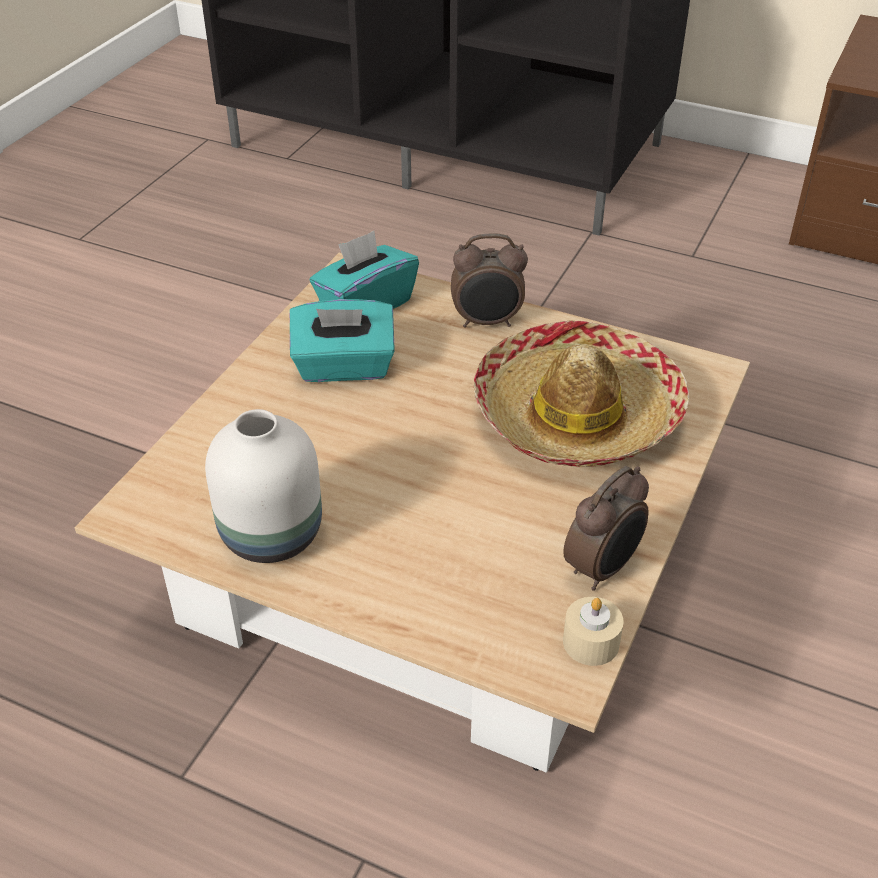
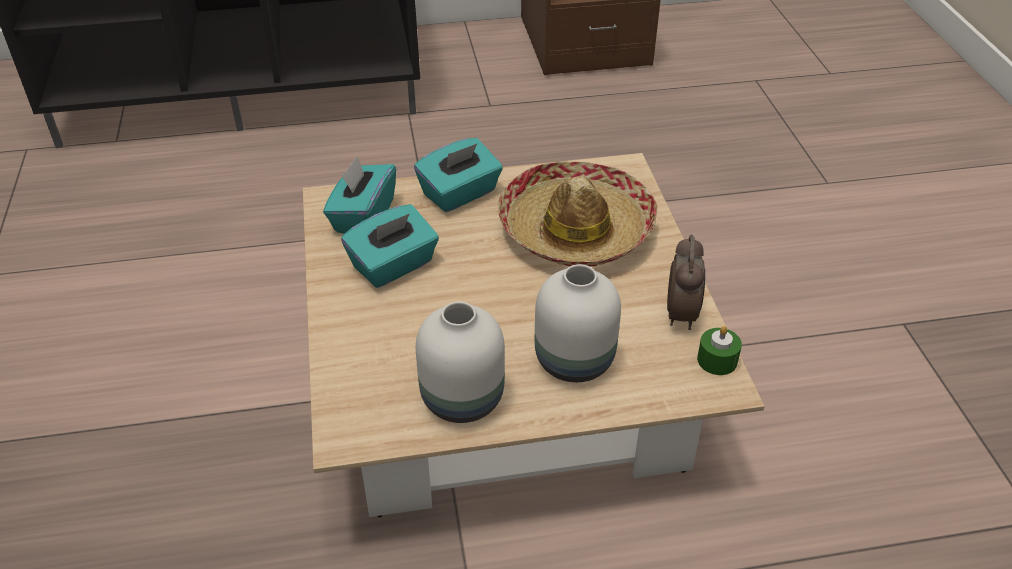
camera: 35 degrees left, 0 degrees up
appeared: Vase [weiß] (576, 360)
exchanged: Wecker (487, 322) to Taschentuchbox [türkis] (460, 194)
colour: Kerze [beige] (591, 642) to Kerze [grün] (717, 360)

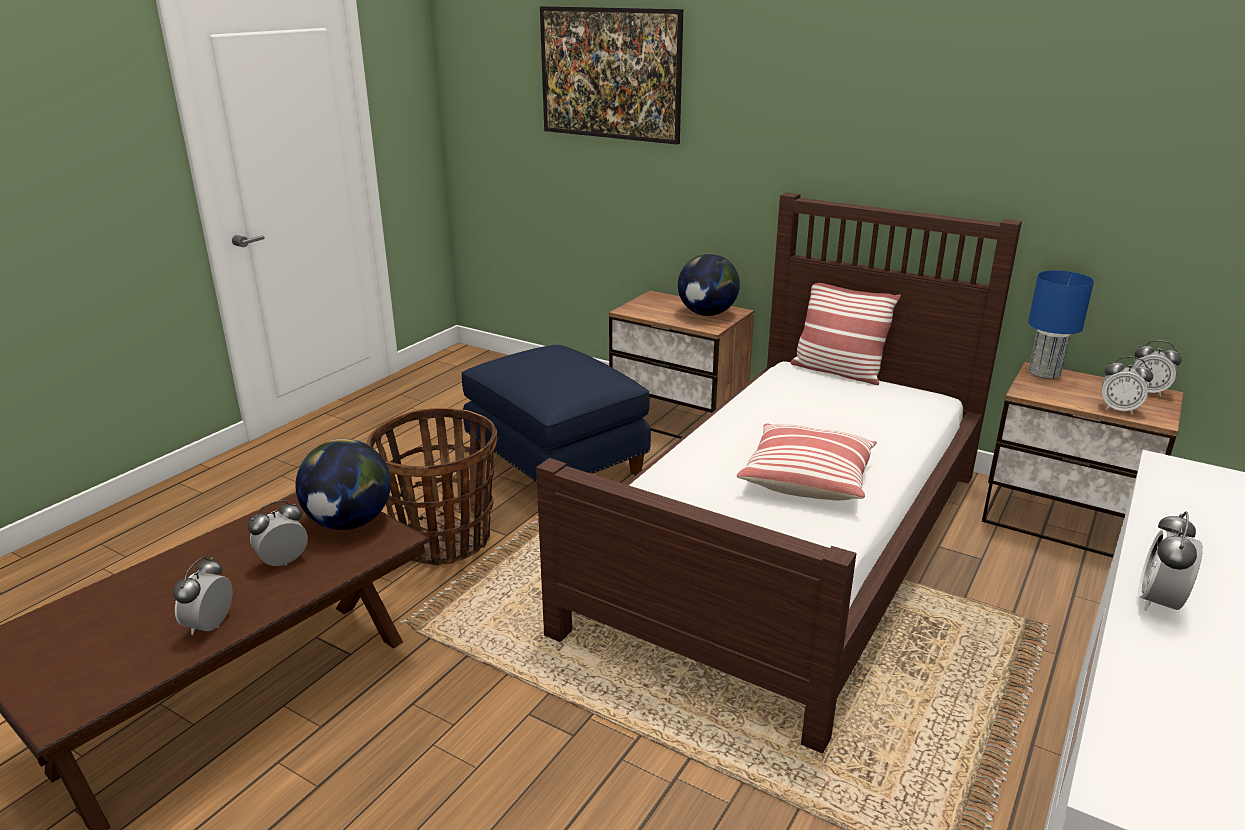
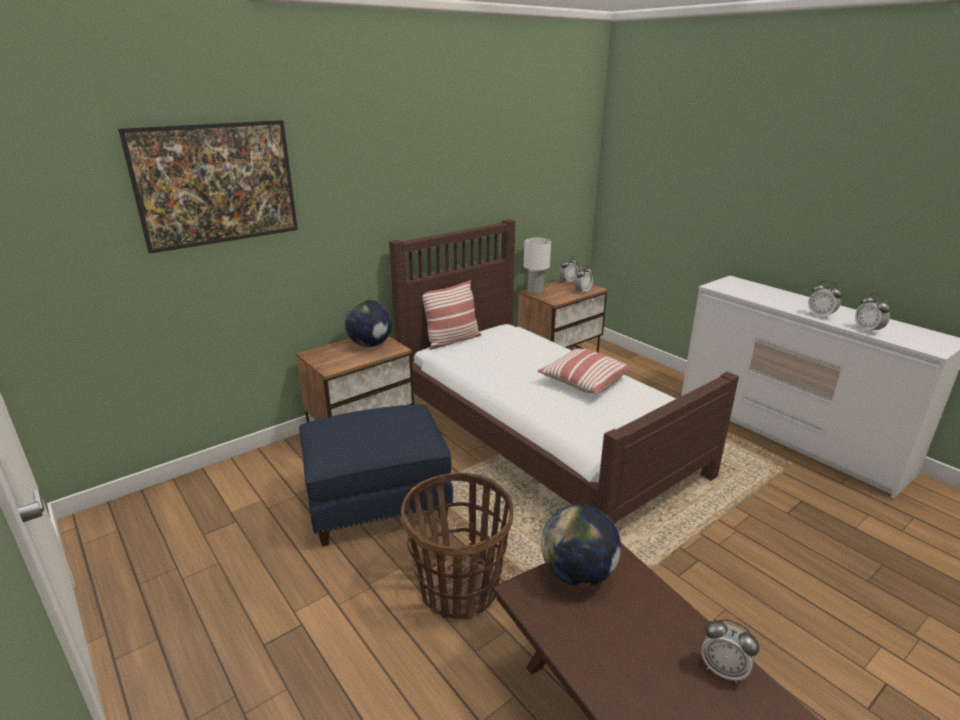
camera: 70 degrees left, 0 degrees up
relocated: Wecker (283, 562) to (867, 330)
colour: Tischlampe [blau] (1045, 373) to Tischlampe [weiß] (535, 291)

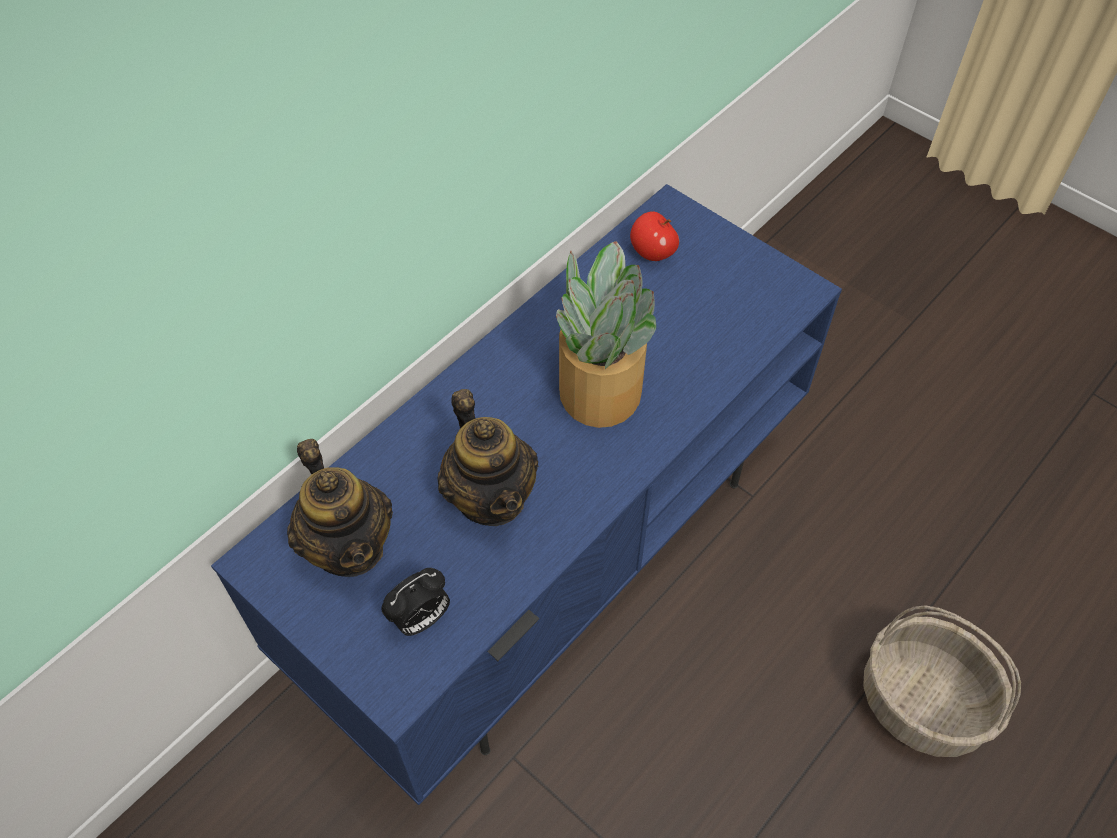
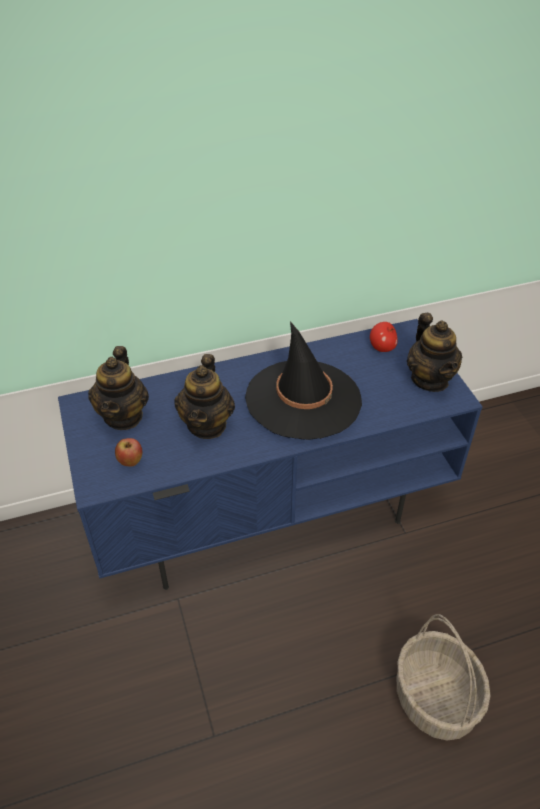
camera: 30 degrees right, 10 degrees down
appeared: Teekanne (430, 379)
exchanged: Wecker (420, 619) to Apfel (131, 462); Topfpflanze (601, 388) to Hut [schwarz] (303, 399)

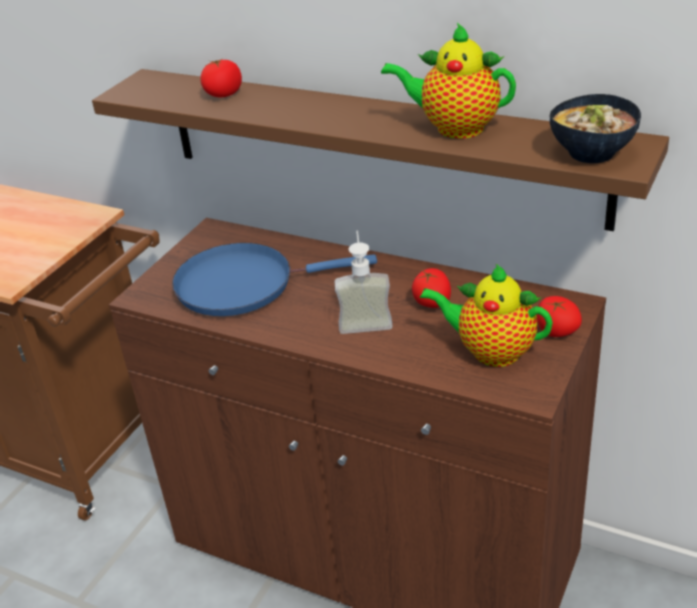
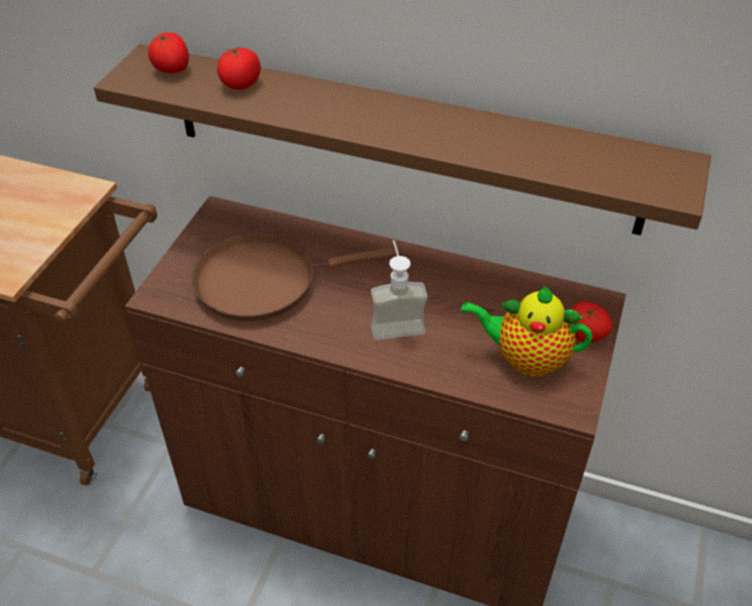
camera: 10 degrees left, 10 degrees up
missing: Teekanne (454, 128); Schüssel (593, 153)
relocated: Tomate (432, 302) to (172, 69)
colour: Pfanne [blau] (243, 284) to Pfanne [braun] (264, 280)

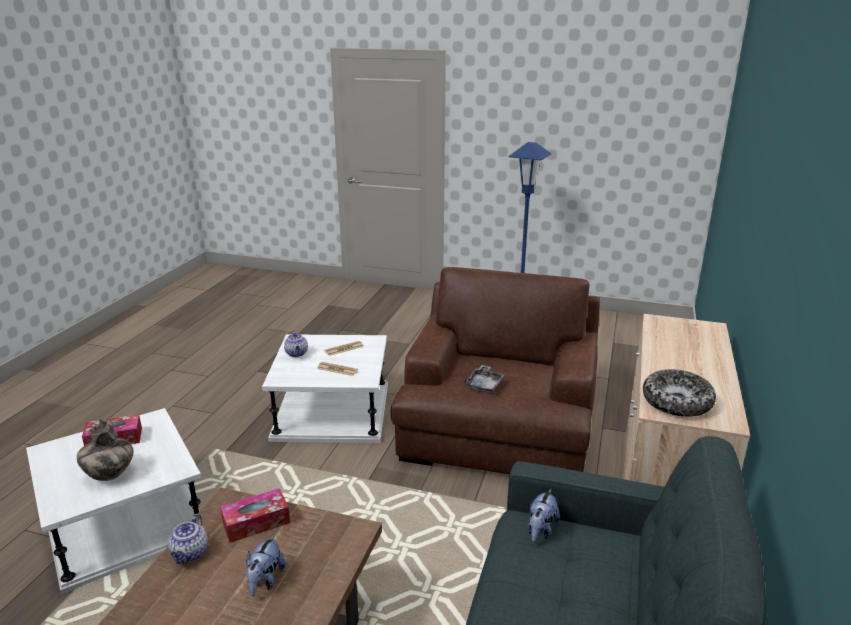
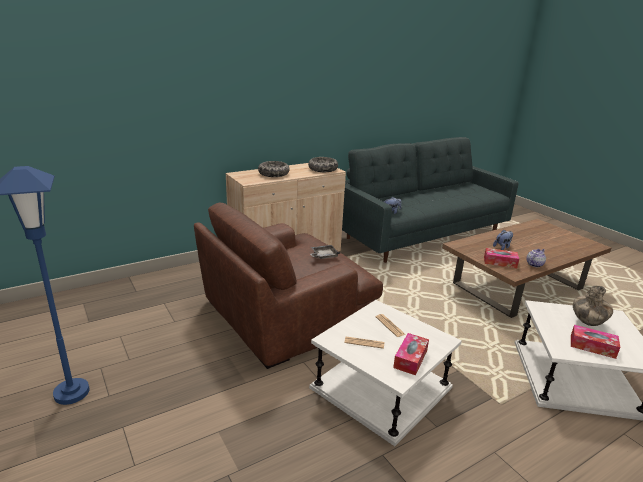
camera: 140 degrees left, 0 degrees up
appeared: Schüssel (273, 174)
exchanged: Teekanne (297, 354) to Taschentuchbox (410, 359)

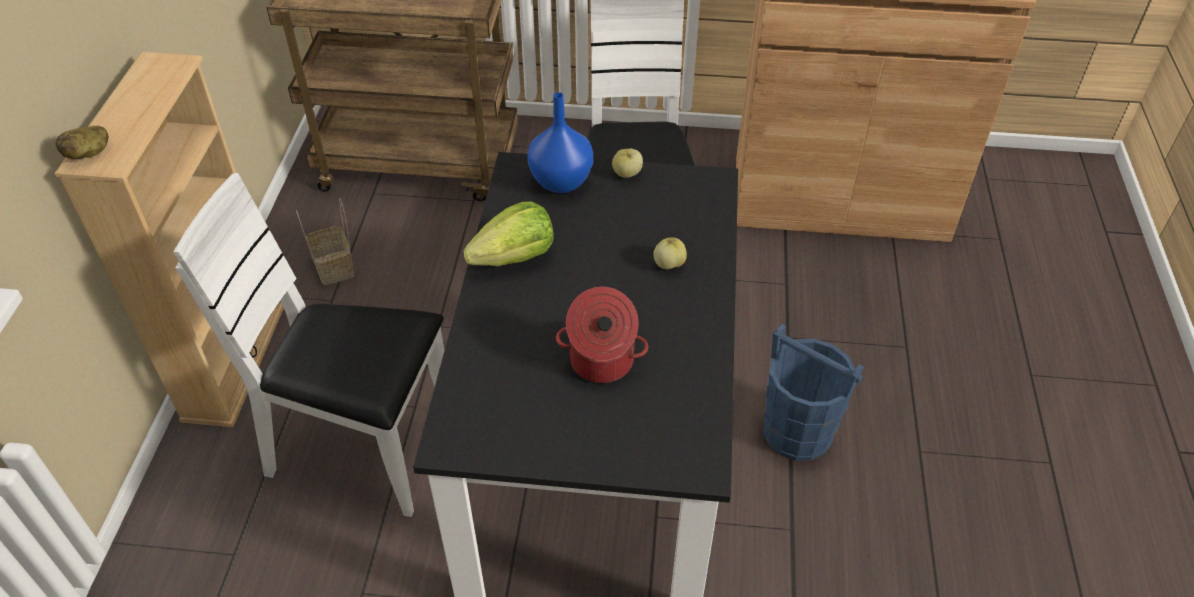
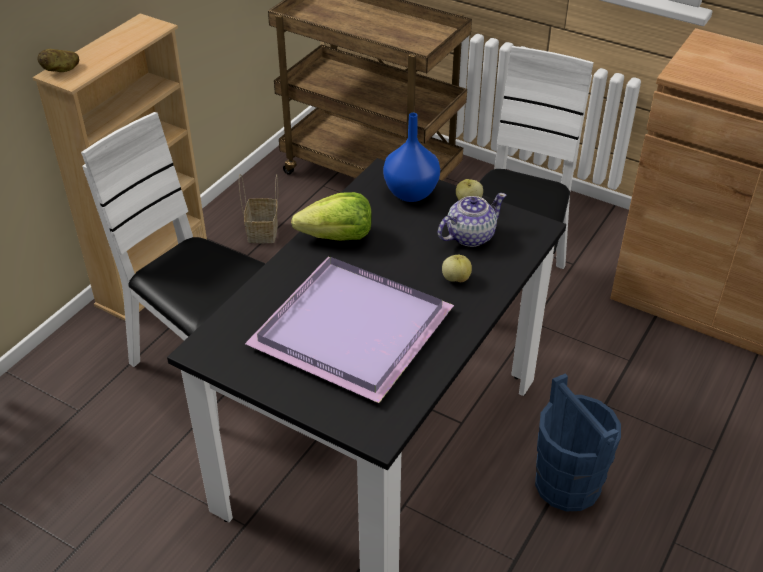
camera: 25 degrees right, 5 degrees down
appeared: Teekanne (469, 236)
exchanged: Kochtopf (601, 362) to Tablett [lila] (352, 332)

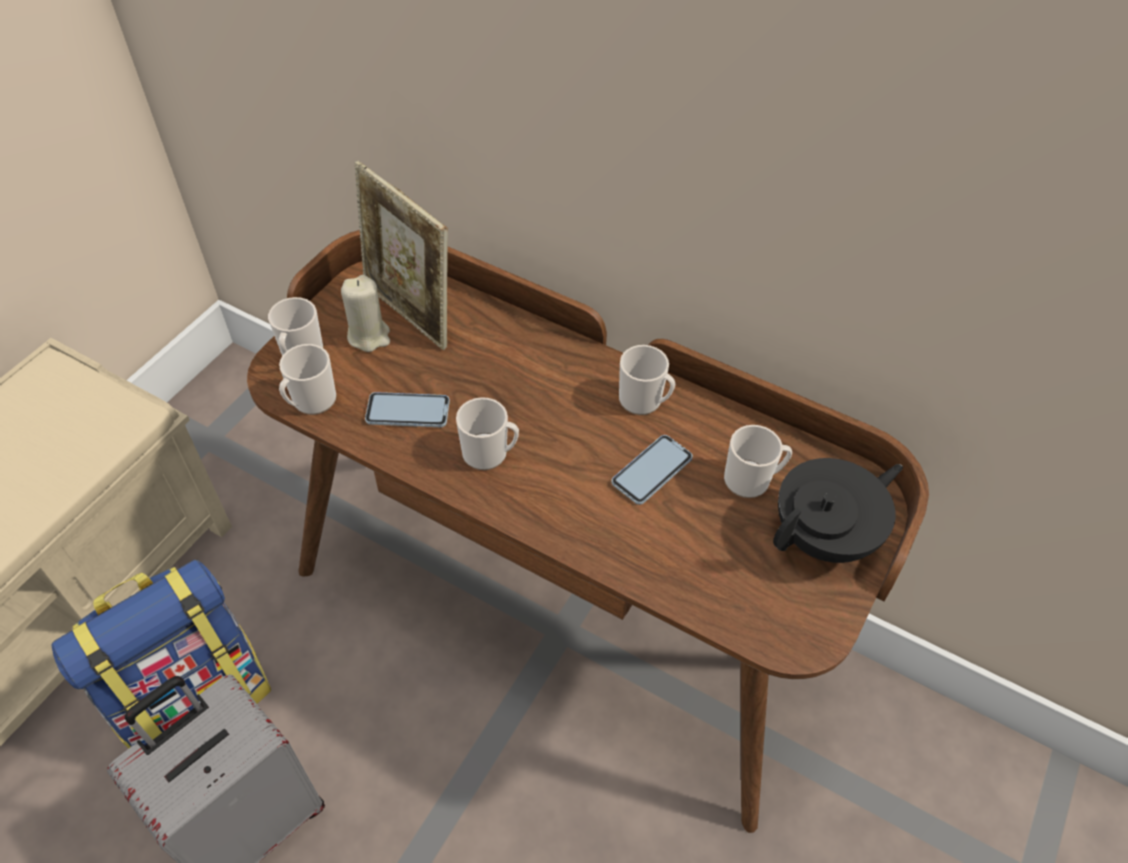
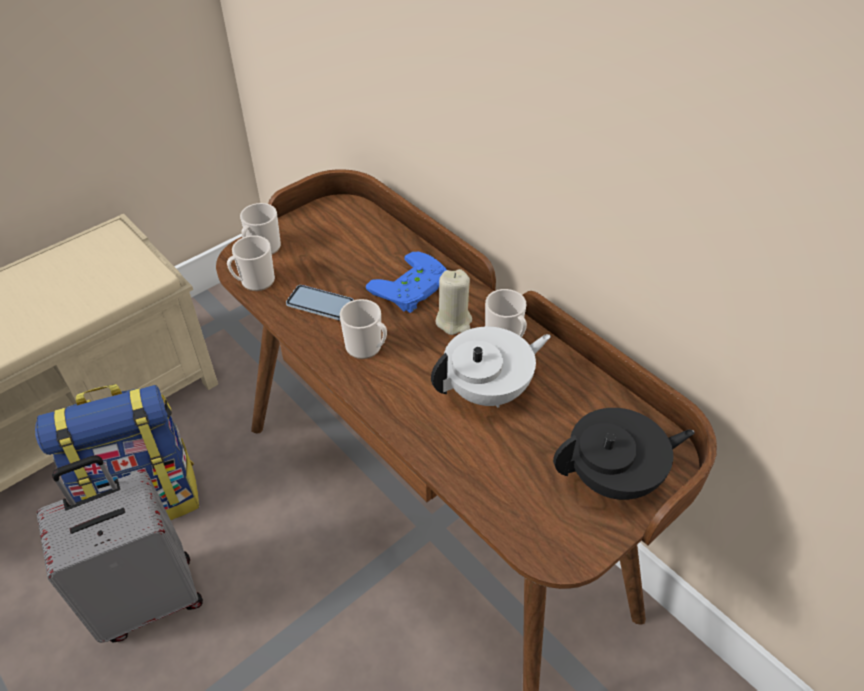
camera: 20 degrees right, 5 degrees down
missing: Bilderrahmen (410, 314); Henkelbecher (752, 480)
appeared: Gamepad [blau] (413, 289)
relocated: Kerze [beige] (369, 336) to (454, 321)
exchanged: Handy (652, 470) to Teekanne [weiß] (488, 390)

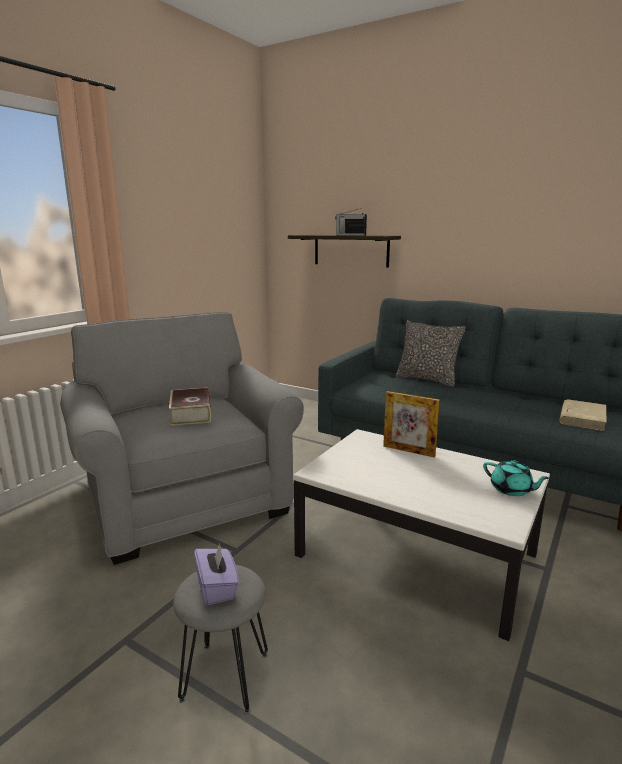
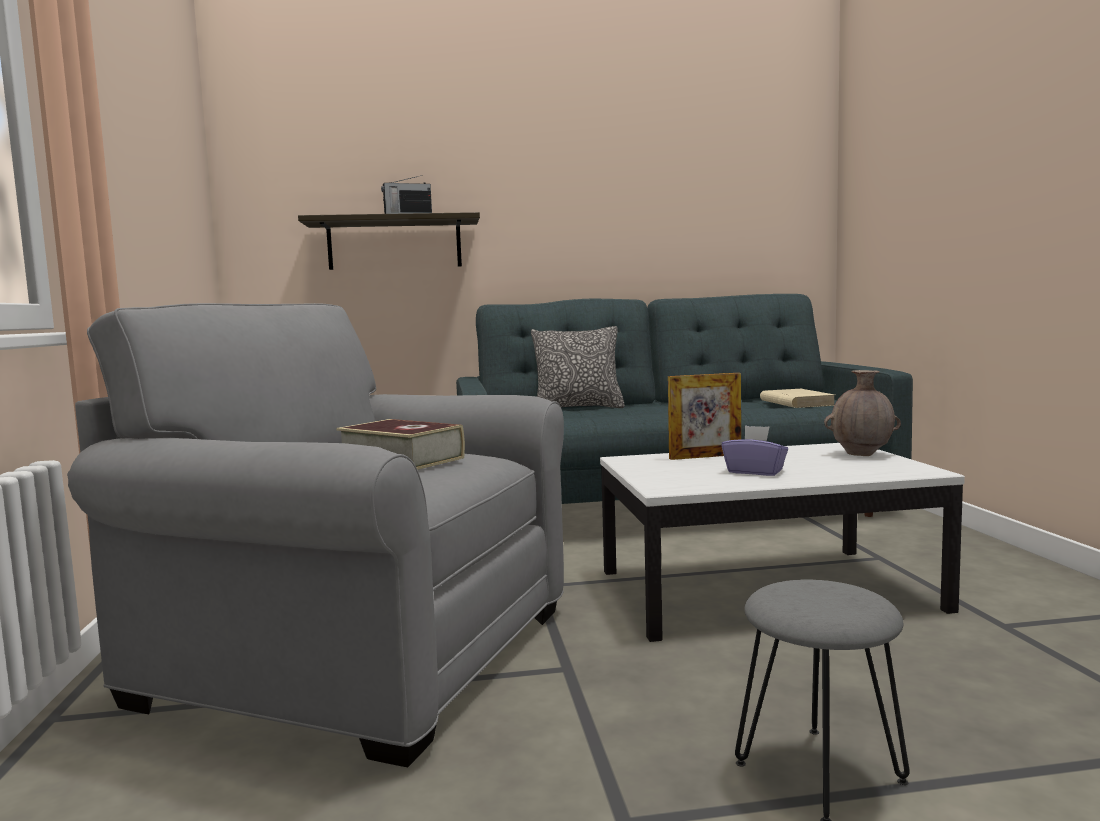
camera: 40 degrees left, 10 degrees down
relocated: Taschentuchbox [lila] (217, 588) to (755, 471)
exchanged: Teekanne [türkis] (511, 490) to Vase [braun] (862, 454)

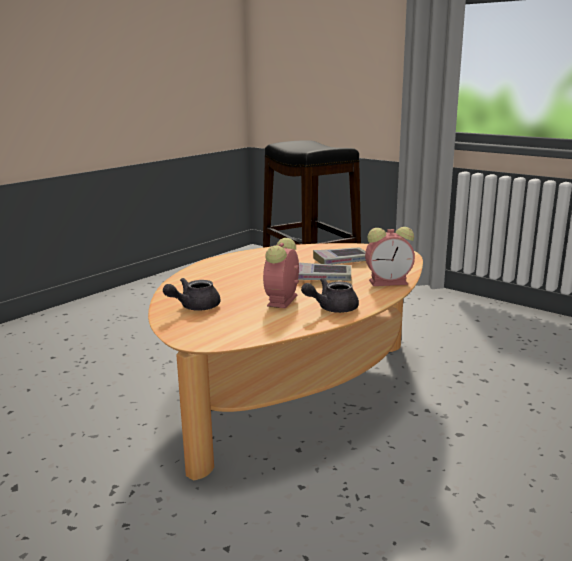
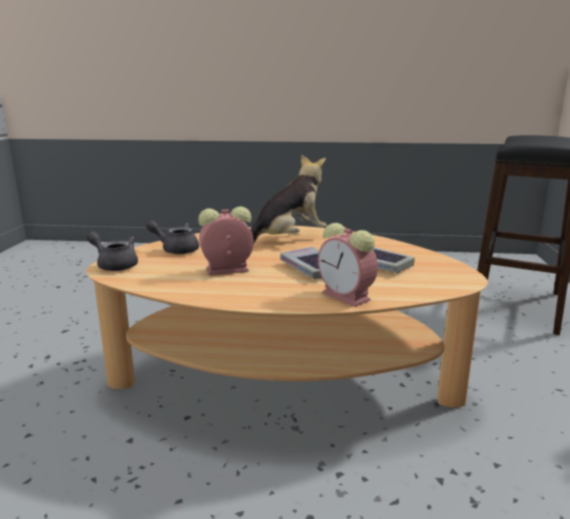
camera: 55 degrees right, 0 degrees up
appeared: Plüschtier (288, 239)
relocated: Teekanne [grau] (332, 308) to (114, 265)

